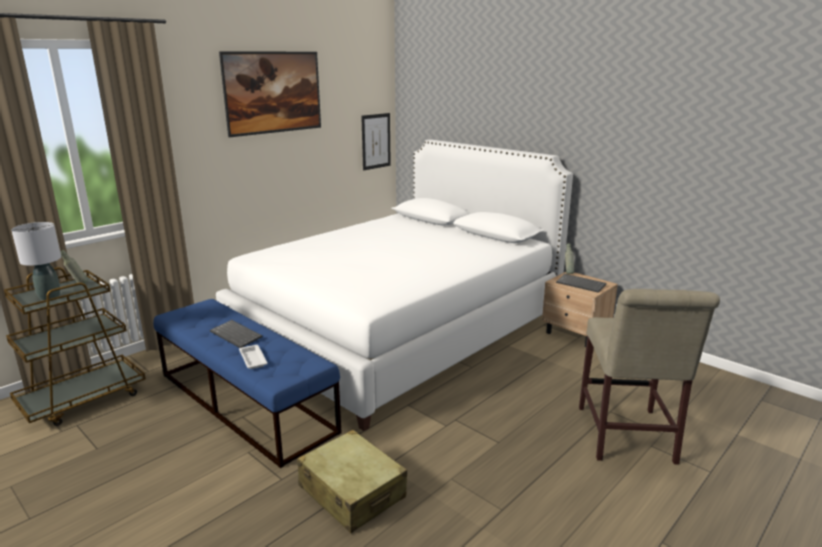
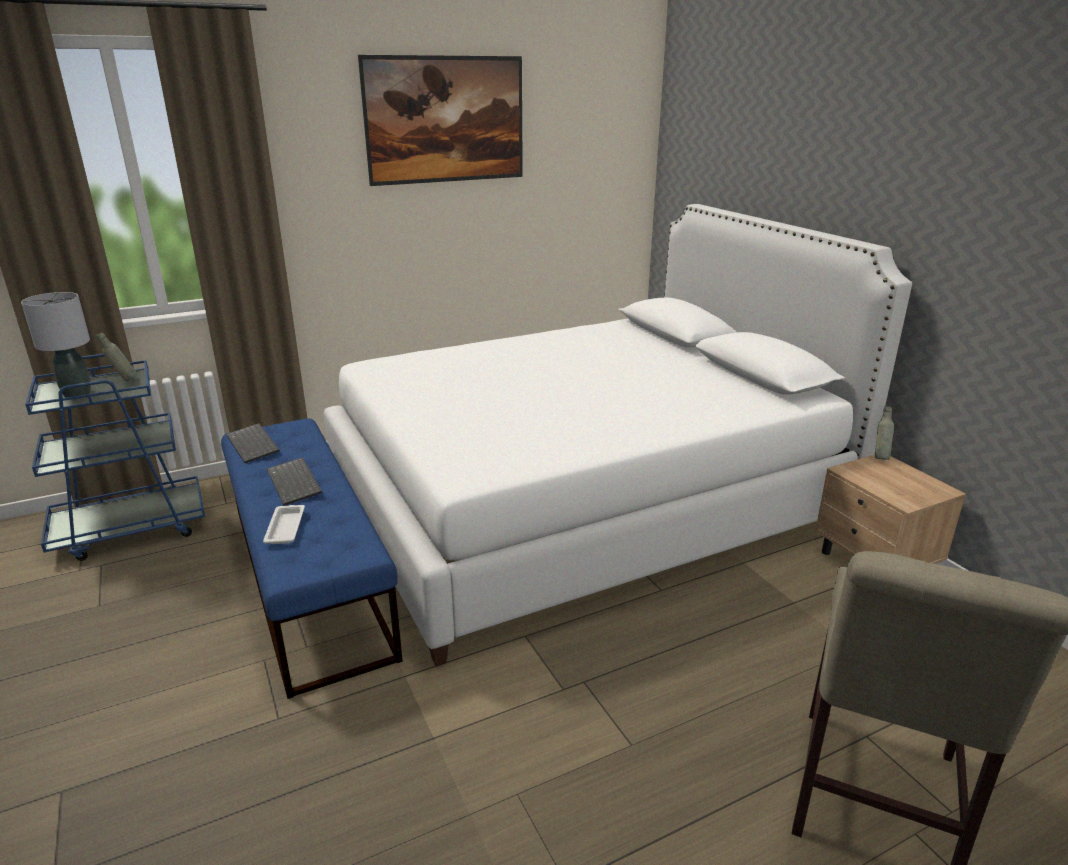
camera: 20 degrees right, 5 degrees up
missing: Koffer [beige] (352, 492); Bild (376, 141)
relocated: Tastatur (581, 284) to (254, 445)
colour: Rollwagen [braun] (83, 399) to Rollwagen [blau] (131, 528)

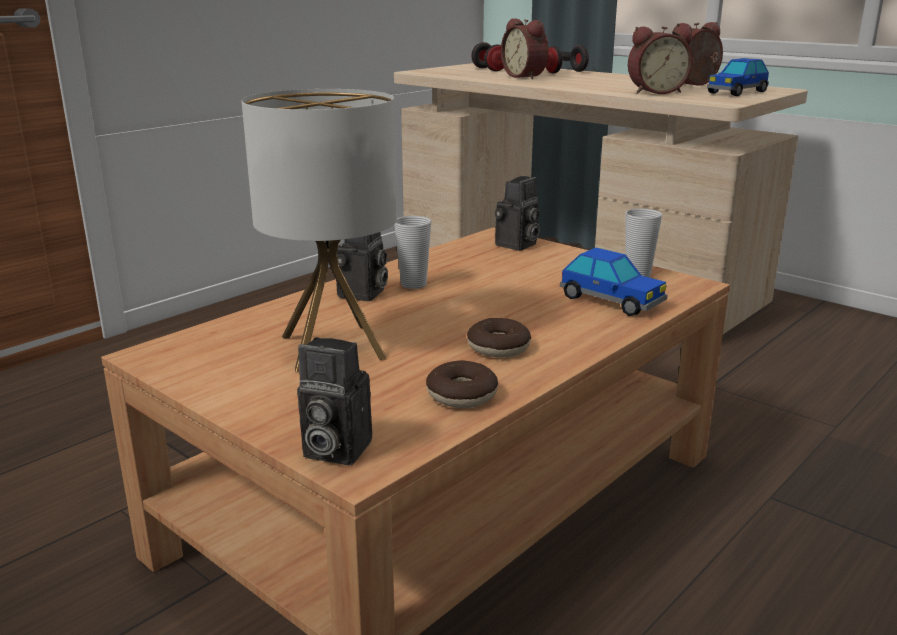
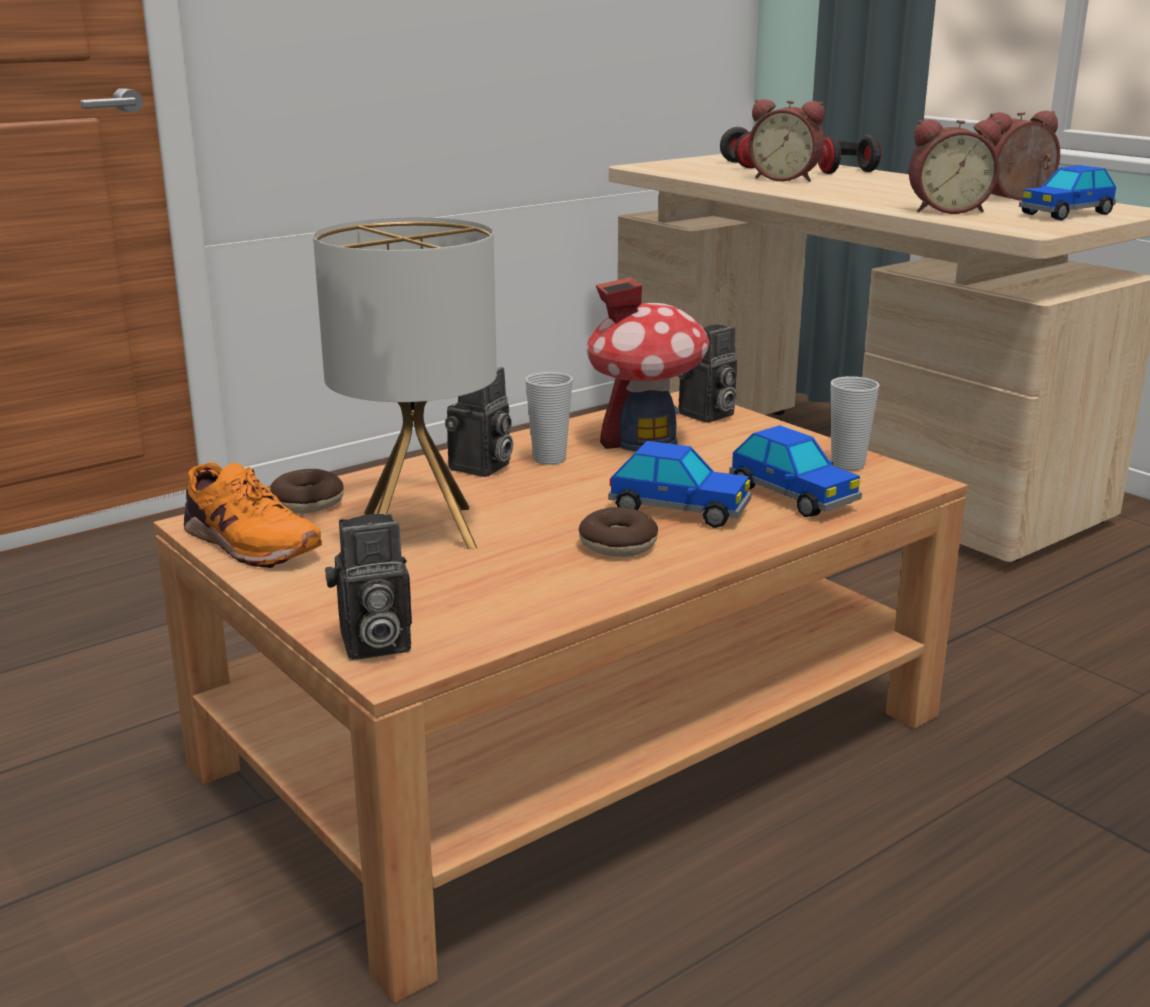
camera: 10 degrees right, 0 degrees up
appeared: Schuh [orange] (248, 543); Spielzeughaus (645, 441); Spielzeugauto (679, 510)
relocated: Donut (461, 395) to (307, 503)
spun: Kamera (332, 450) = (372, 645) 45 degrees counterclockwise; Wecker (526, 76) = (785, 179) 45 degrees counterclockwise

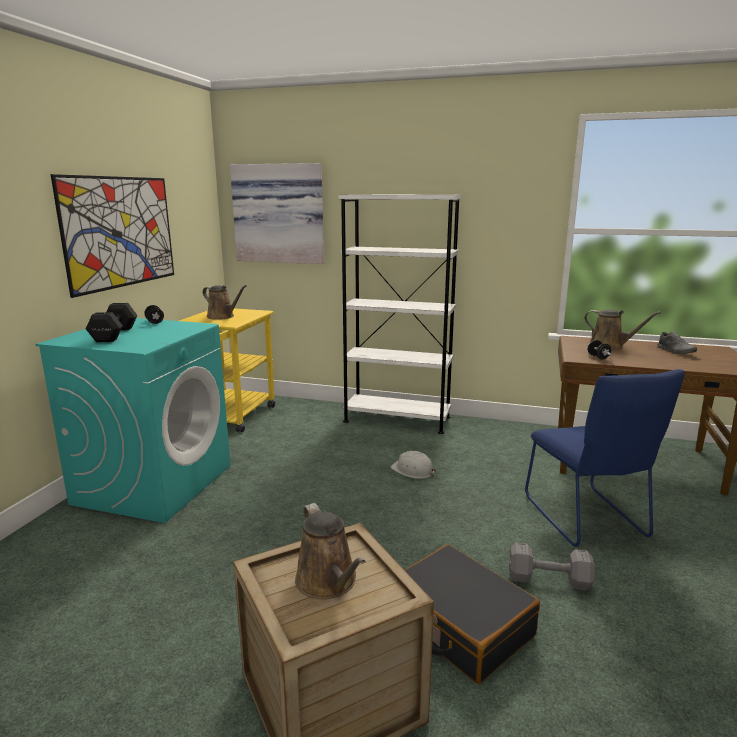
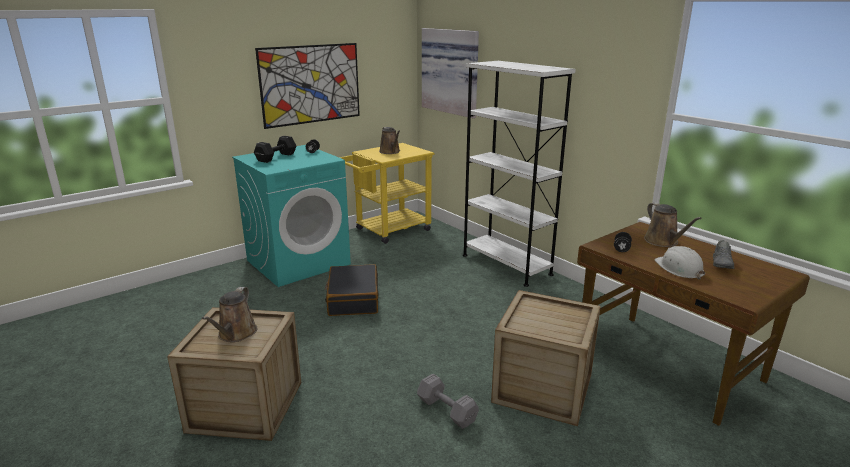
camera: 35 degrees right, 5 degrees up
relocated: Schutzhelm [weiß] (413, 470) to (679, 268); Koffer [schwarz] (459, 624) to (353, 299)
exchanged: Stuhl [blau] (587, 519) to Kiste (542, 388)

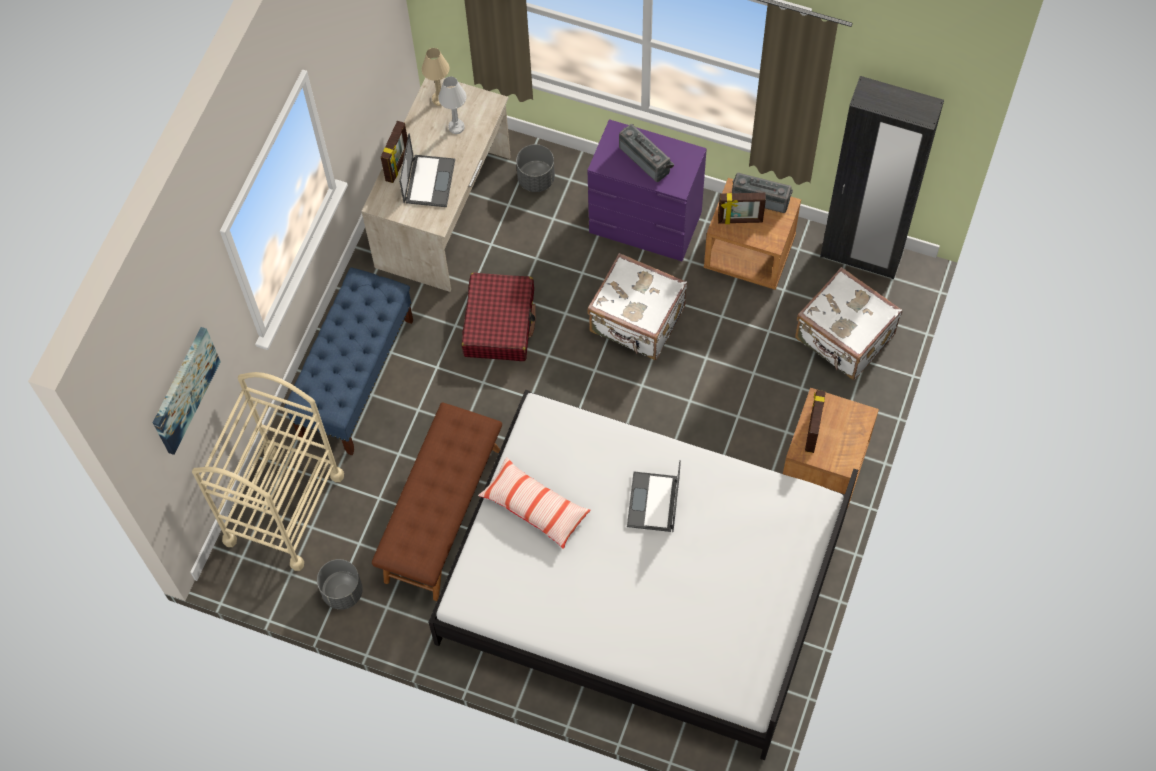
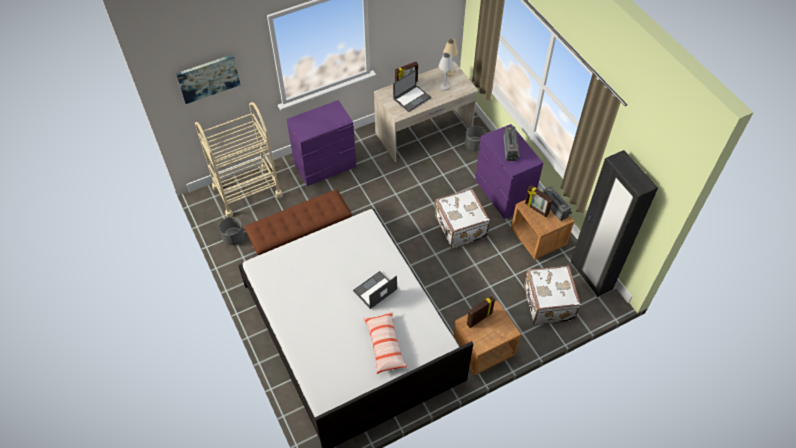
camera: 40 degrees right, 10 degrees down
missing: Koffer [rot] (499, 323)
relocated: Kissen (534, 507) to (384, 345)
exchanged: Bank [blau] (356, 377) to Kommode [lila] (325, 166)

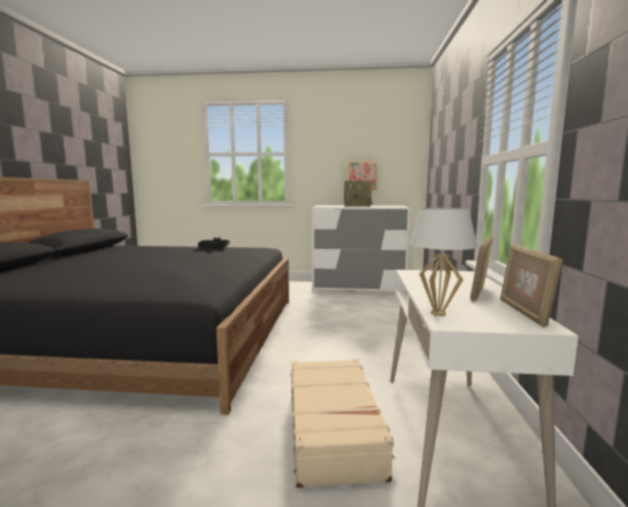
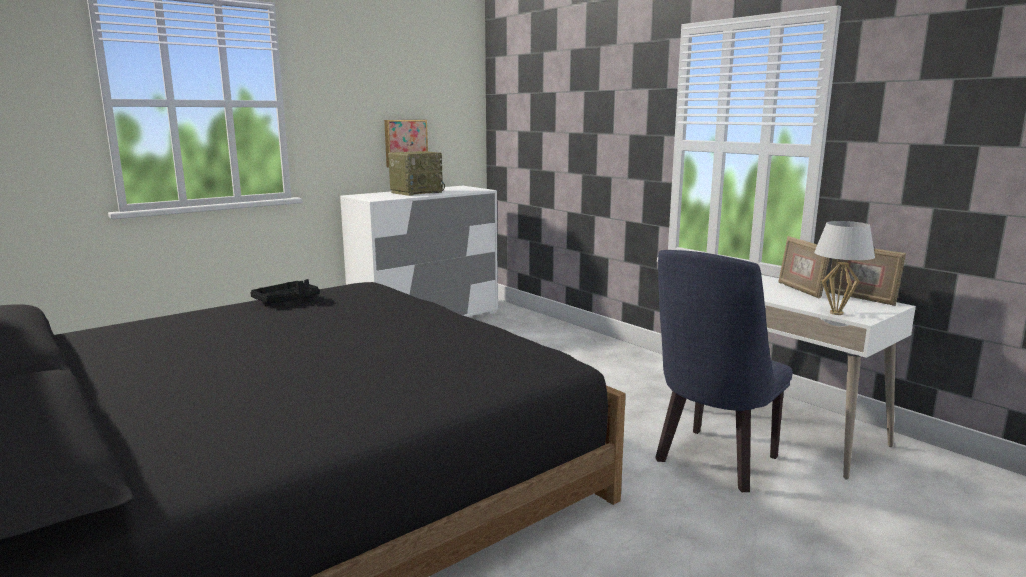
camera: 45 degrees left, 5 degrees up
exchanged: Koffer [beige] (334, 429) to Stuhl [blau] (713, 463)

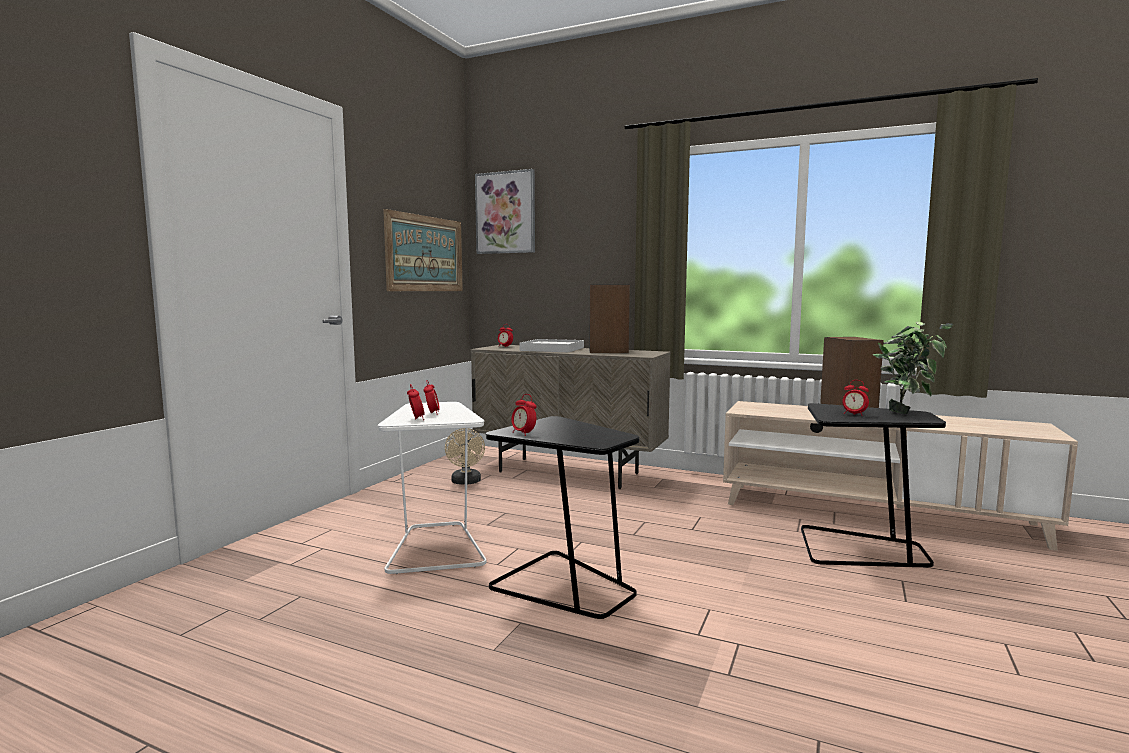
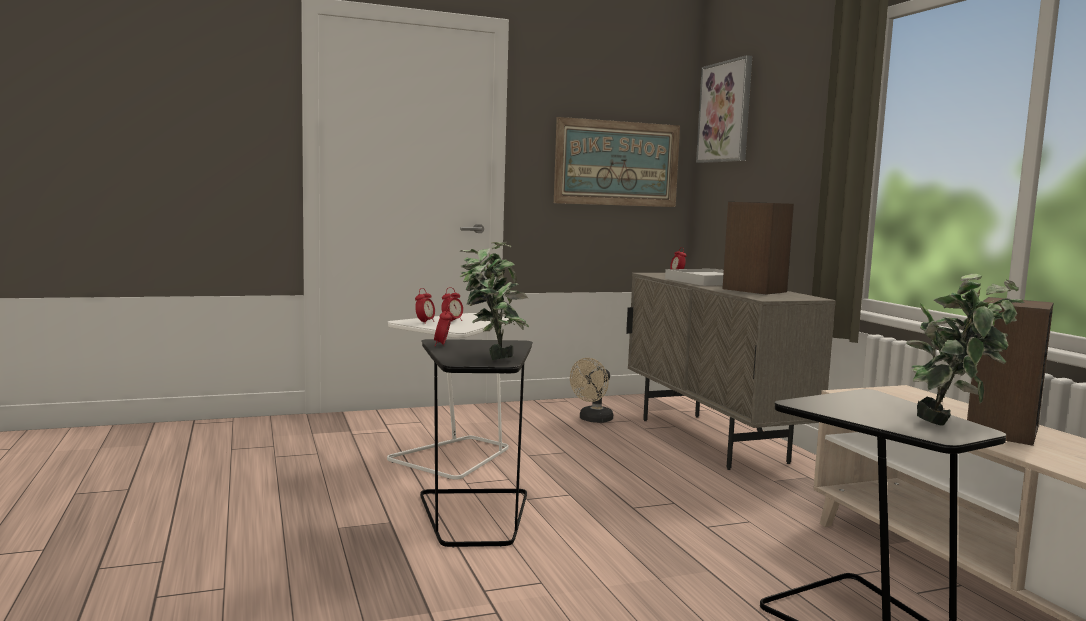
camera: 45 degrees right, 0 degrees up
missing: Wecker (854, 414)
appeared: Topfpflanze (491, 358)

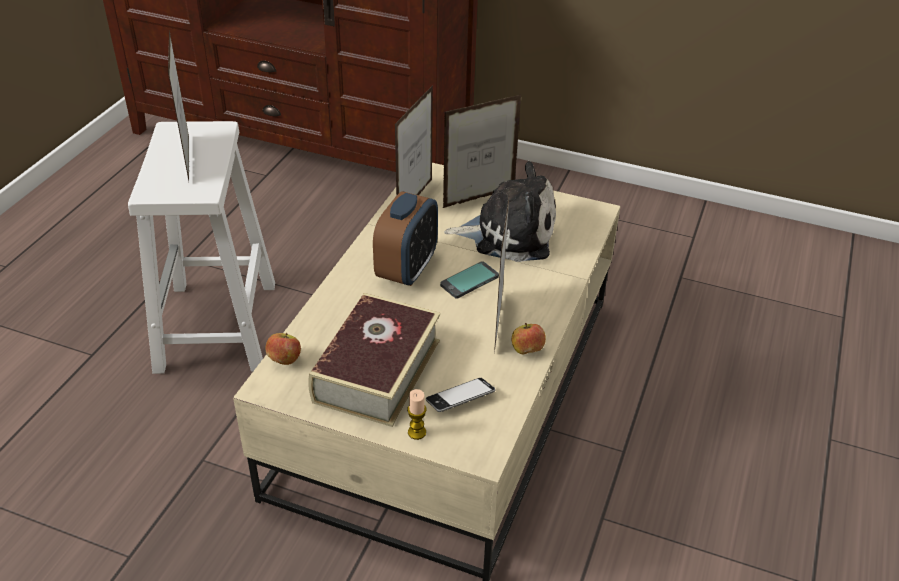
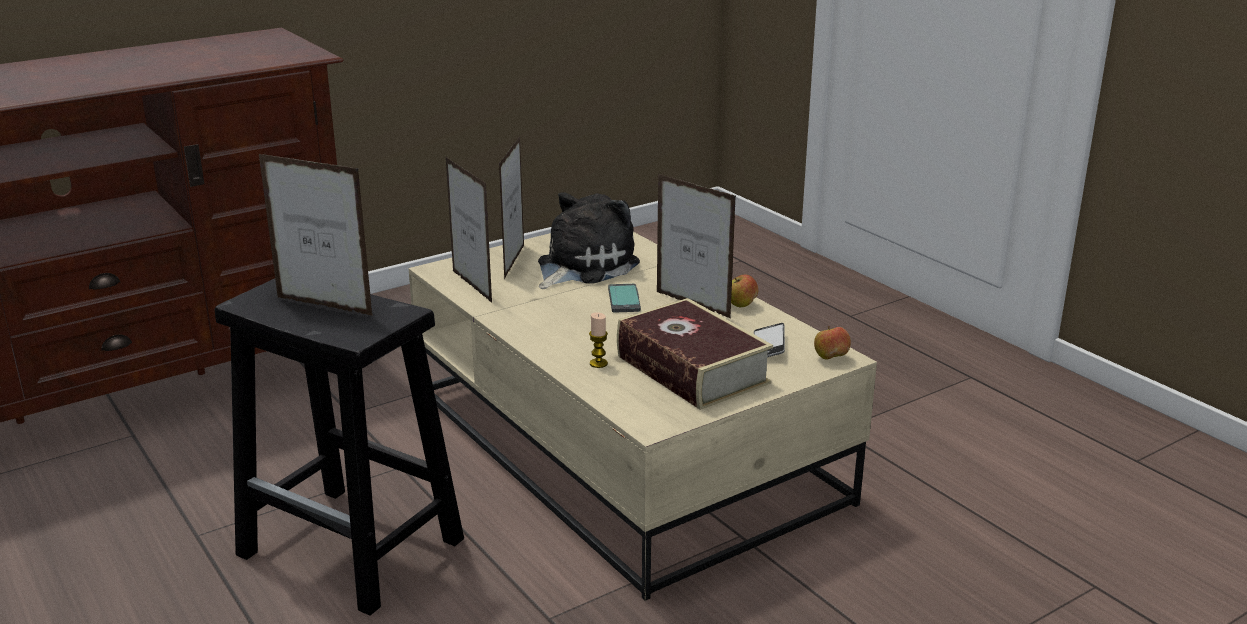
camera: 55 degrees left, 15 degrees down
missing: Wecker (407, 269)
relocated: Apfel (284, 360) to (831, 358); Kerze (417, 432) to (598, 363)
colour: Hocker [weiß] (217, 328) to Hocker [schwarz] (354, 548)

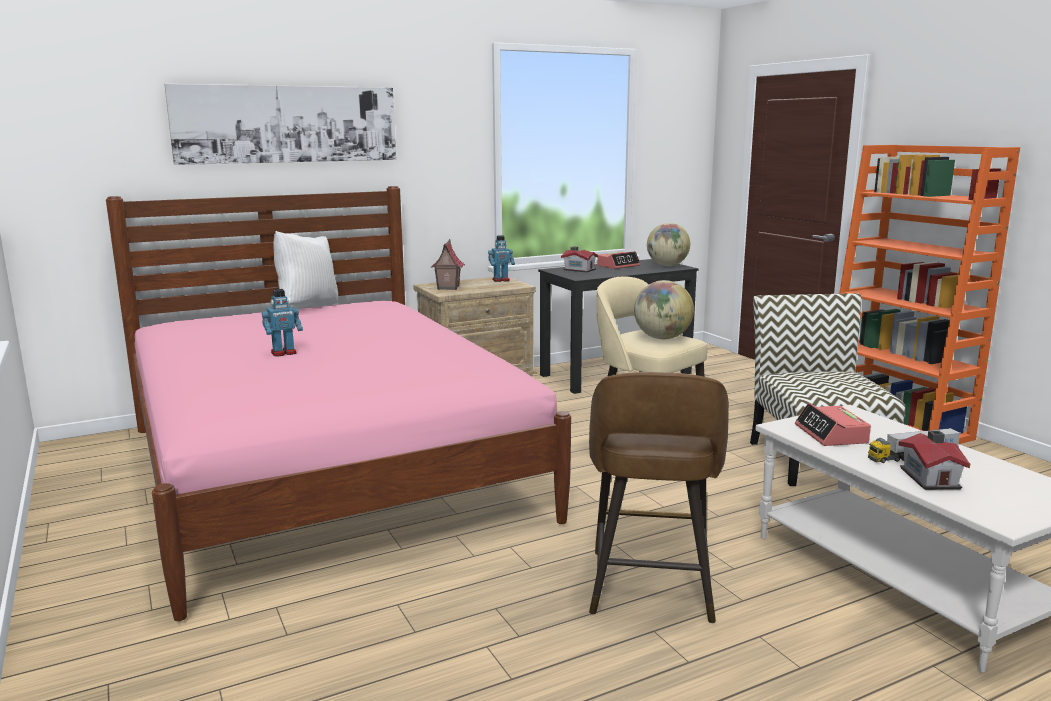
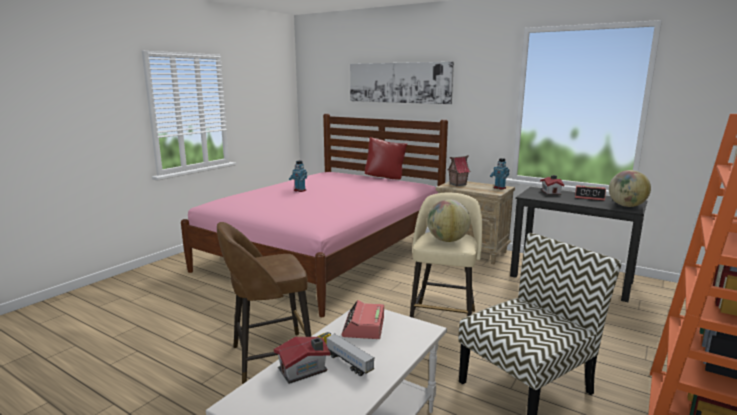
camera: 60 degrees right, 0 degrees up
colour: Kissen [weiß] (308, 307) to Kissen [rot] (385, 178)
spun: Wecker (831, 434) = (363, 327) 45 degrees counterclockwise

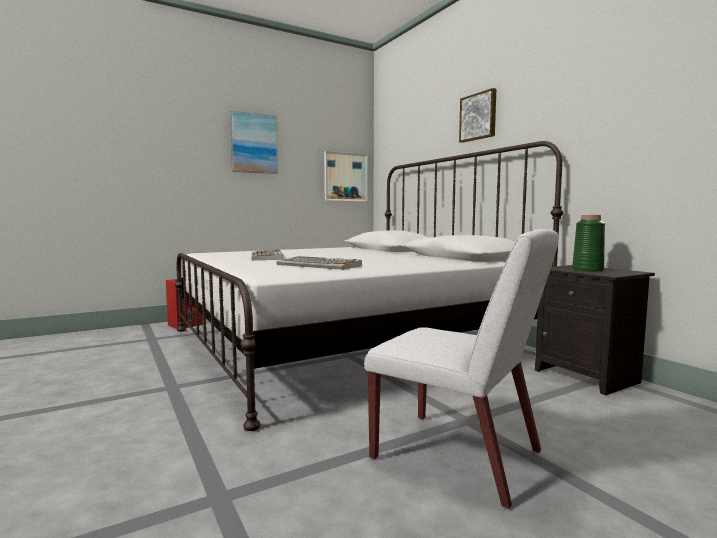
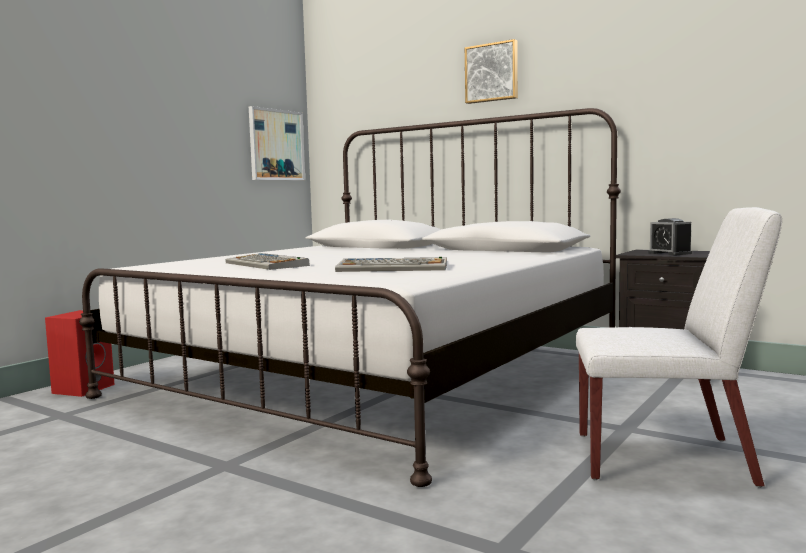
camera: 25 degrees left, 0 degrees up
missing: Bild (254, 143)
exchanged: Vase [grün] (588, 270) to Wecker (669, 253)

